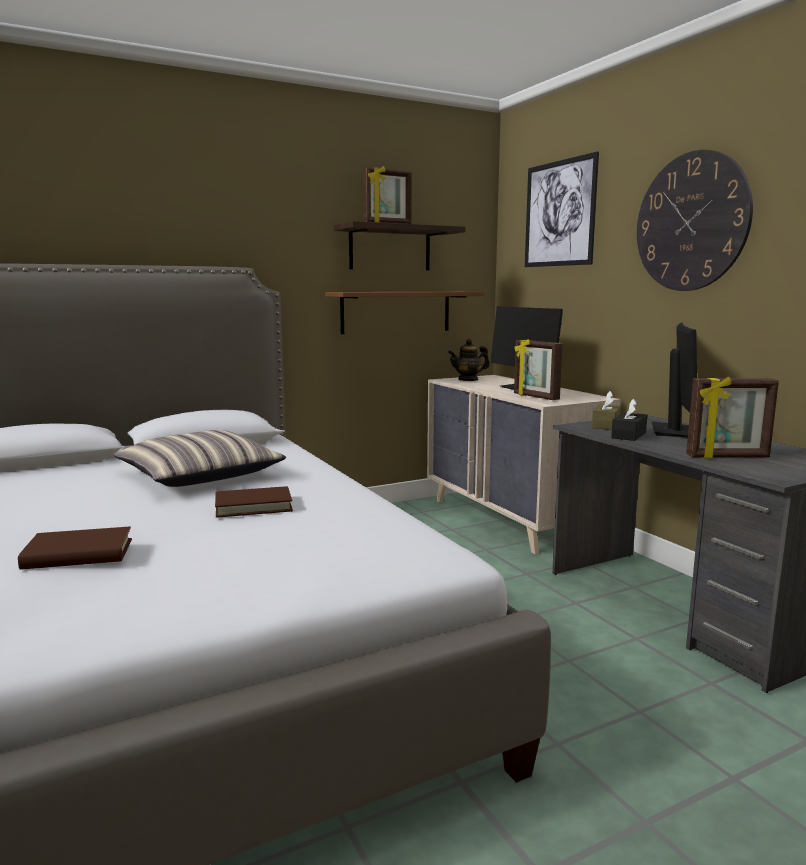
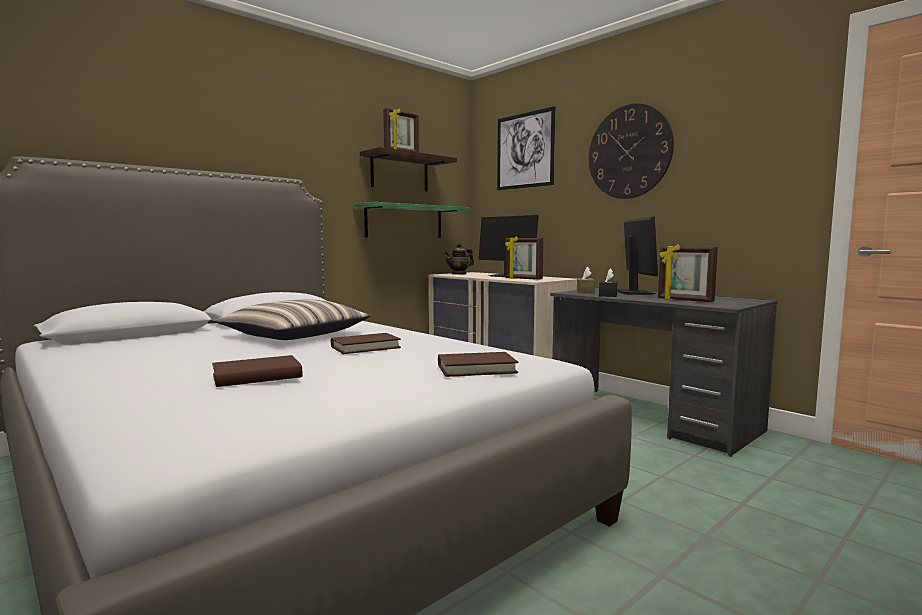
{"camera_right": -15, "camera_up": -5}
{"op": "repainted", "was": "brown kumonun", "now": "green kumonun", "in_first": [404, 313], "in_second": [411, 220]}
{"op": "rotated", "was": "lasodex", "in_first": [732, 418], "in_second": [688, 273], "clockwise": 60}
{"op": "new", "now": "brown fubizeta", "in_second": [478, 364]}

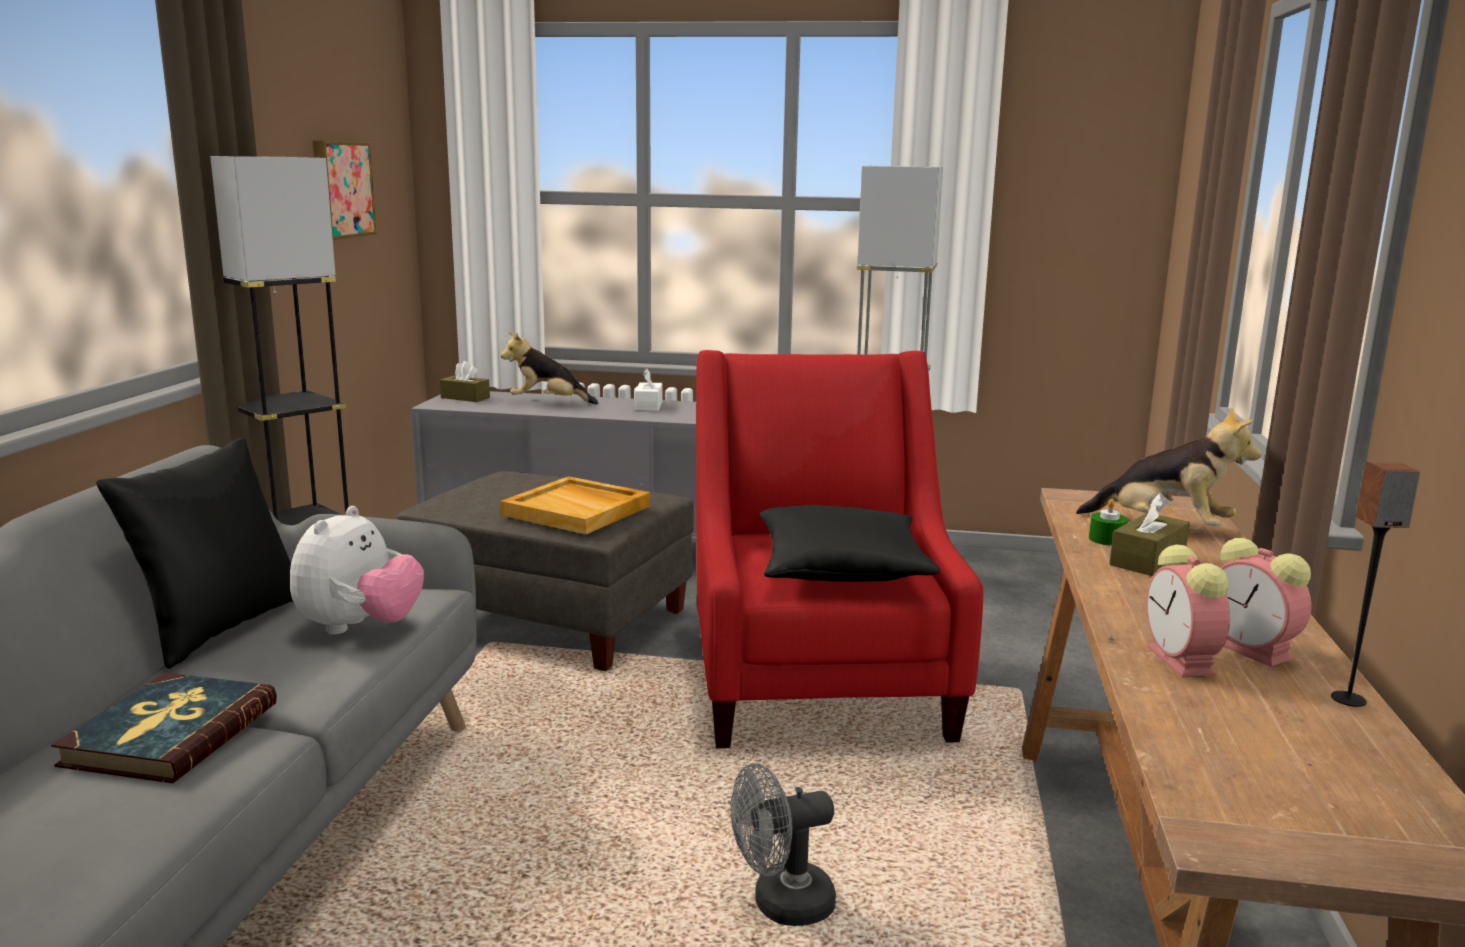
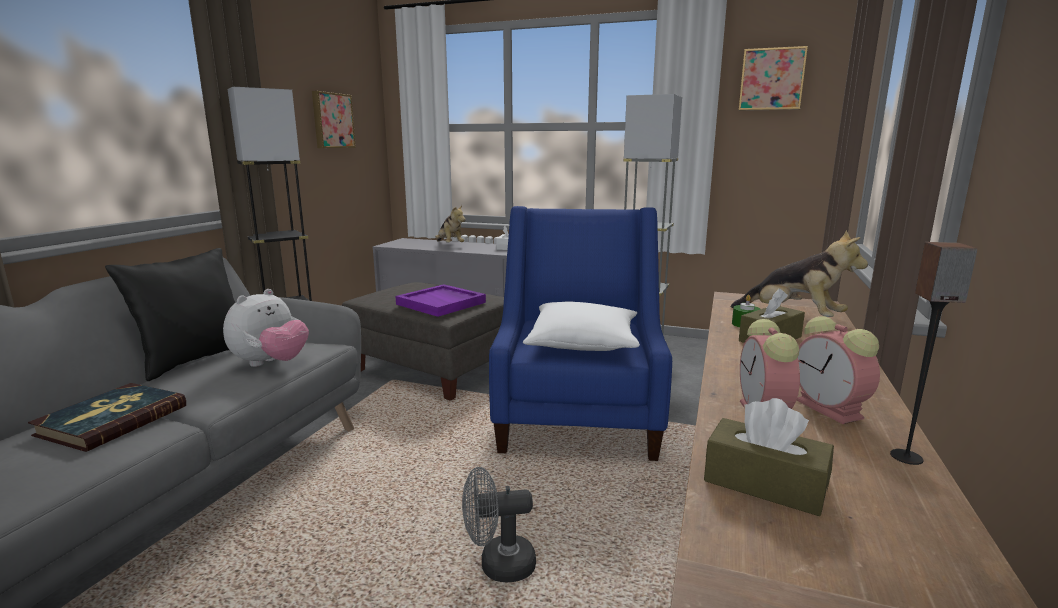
{"camera_right": 10, "camera_up": 0}
{"op": "shifted", "was": "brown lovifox", "in_first": [465, 381], "in_second": [769, 457]}
{"op": "repainted", "was": "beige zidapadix", "now": "purple zidapadix", "in_first": [575, 505], "in_second": [440, 300]}
{"op": "rotated", "was": "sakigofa", "in_first": [550, 368], "in_second": [450, 224], "clockwise": -135}
{"op": "repainted", "was": "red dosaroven", "now": "blue dosaroven", "in_first": [839, 549], "in_second": [580, 333]}
{"op": "repainted", "was": "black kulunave", "now": "white kulunave", "in_first": [849, 543], "in_second": [581, 326]}
{"op": "new", "now": "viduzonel", "in_second": [773, 78]}

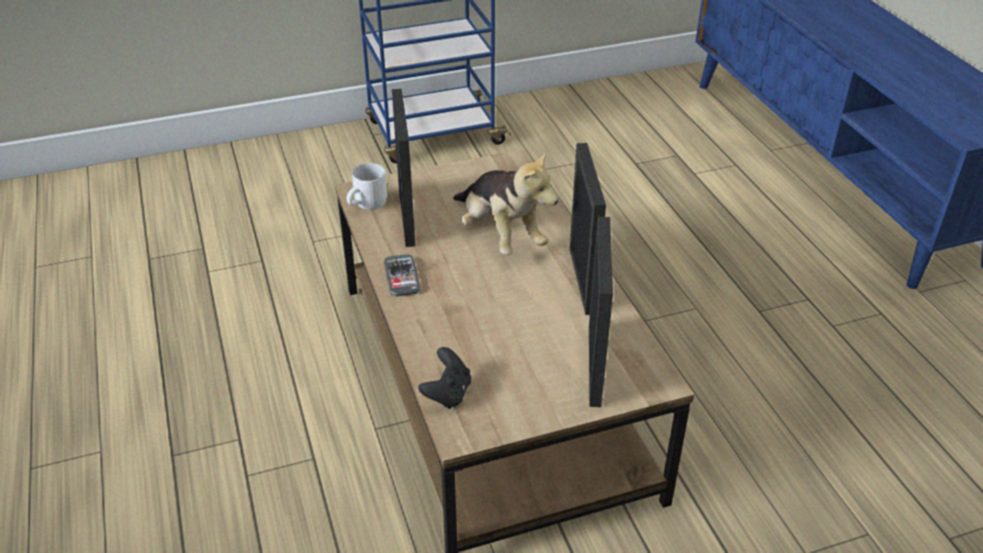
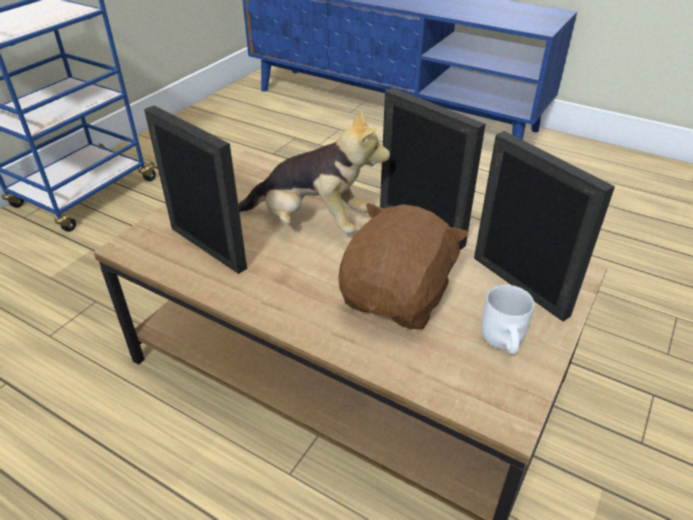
{"camera_right": -40, "camera_up": 0}
{"op": "shifted", "was": "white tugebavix", "in_first": [367, 186], "in_second": [508, 319]}
{"op": "gone", "was": "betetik", "in_first": [402, 275]}
{"op": "gone", "was": "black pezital", "in_first": [444, 378]}
{"op": "new", "now": "brown sakigofa", "in_second": [403, 266]}

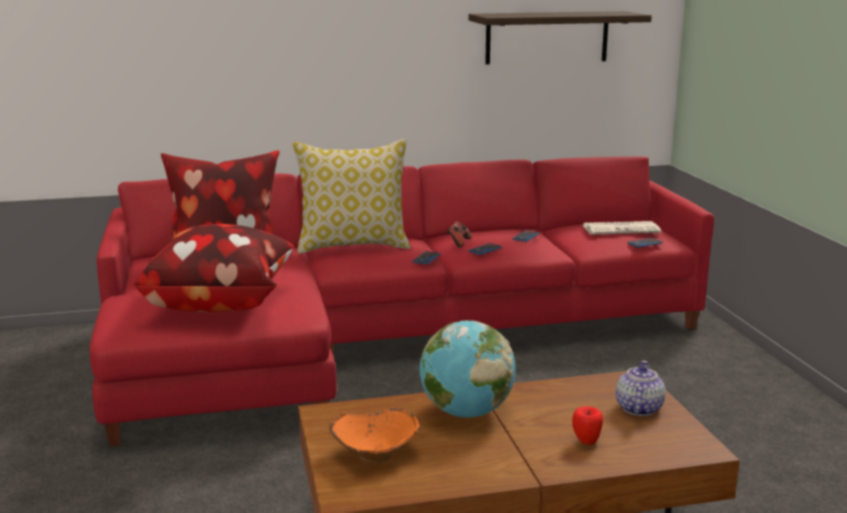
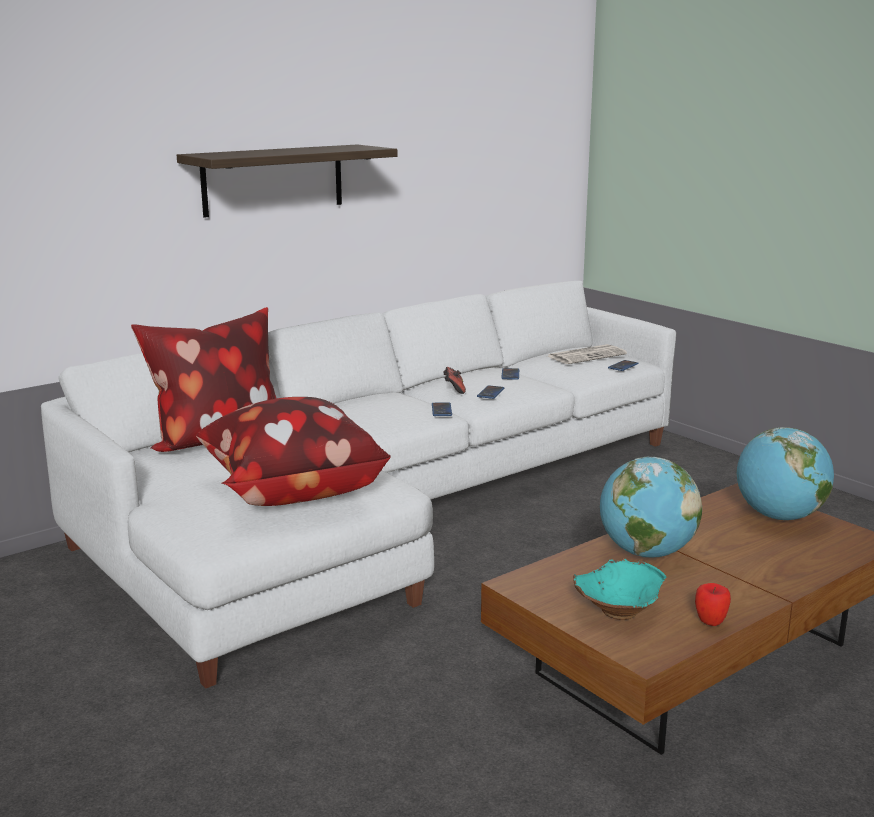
{"camera_right": -25, "camera_up": 0}
{"op": "repainted", "was": "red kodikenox", "now": "white kodikenox", "in_first": [402, 301], "in_second": [358, 484]}
{"op": "gone", "was": "kulunave", "in_first": [352, 196]}
{"op": "repainted", "was": "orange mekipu", "now": "turquoise mekipu", "in_first": [374, 435], "in_second": [620, 589]}
{"op": "shifted", "was": "kumonun", "in_first": [560, 38], "in_second": [287, 181]}
{"op": "shifted", "was": "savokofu", "in_first": [587, 425], "in_second": [713, 604]}
{"op": "swapped", "was": "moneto", "now": "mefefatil", "in_first": [641, 388], "in_second": [785, 473]}

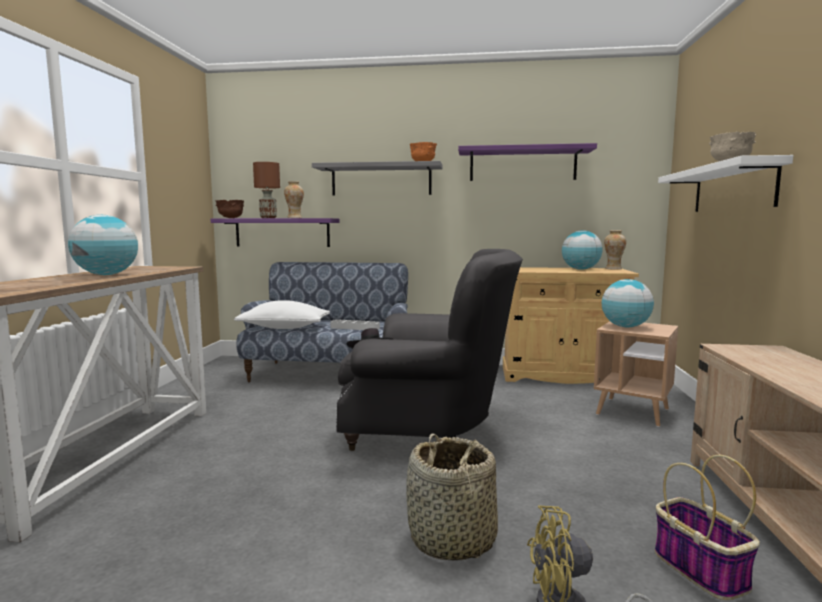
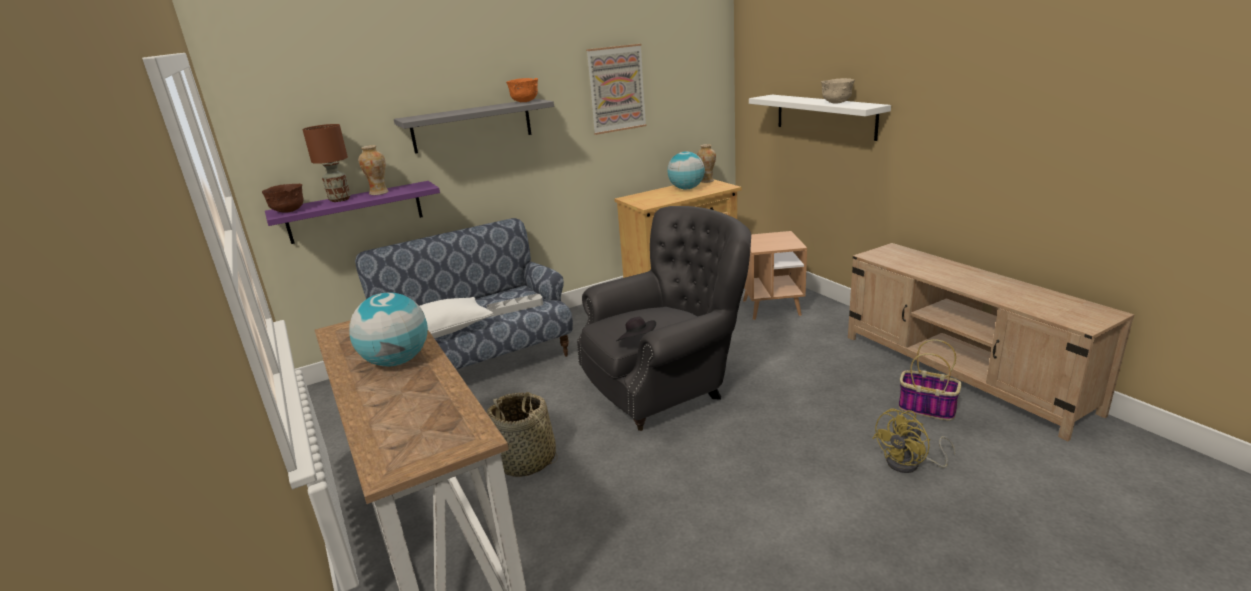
{"camera_right": -35, "camera_up": 15}
{"op": "shifted", "was": "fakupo", "in_first": [452, 497], "in_second": [522, 434]}
{"op": "swapped", "was": "purple kumonun", "now": "viduzonel", "in_first": [527, 162], "in_second": [616, 89]}
{"op": "gone", "was": "mefefatil", "in_first": [628, 303]}

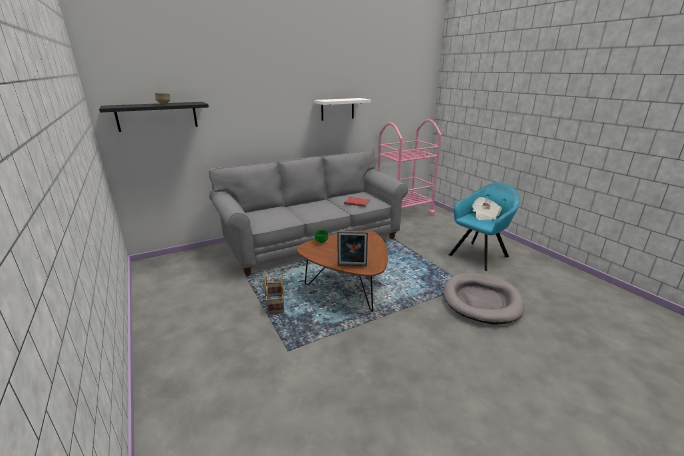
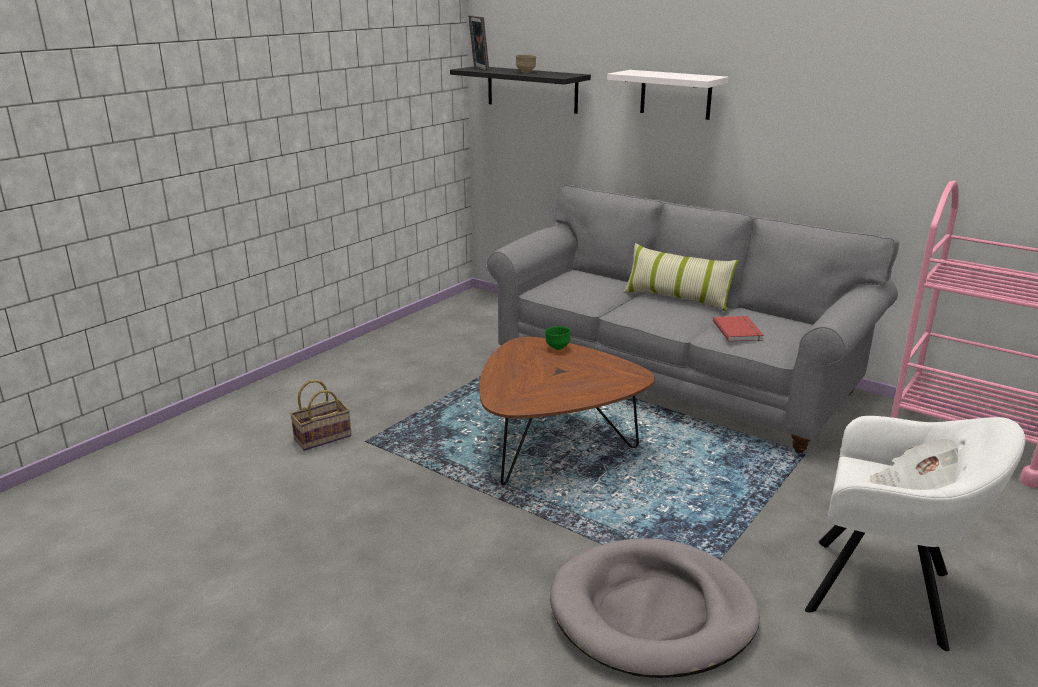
{"camera_right": 65, "camera_up": 0}
{"op": "shifted", "was": "fakupo", "in_first": [274, 294], "in_second": [321, 415]}
{"op": "shifted", "was": "white kumonun", "in_first": [342, 109], "in_second": [667, 95]}
{"op": "shifted", "was": "lasodex", "in_first": [352, 248], "in_second": [478, 43]}
{"op": "repainted", "was": "turquoise dosaroven", "now": "white dosaroven", "in_first": [484, 226], "in_second": [915, 533]}
{"op": "new", "now": "kulunave", "in_second": [681, 277]}

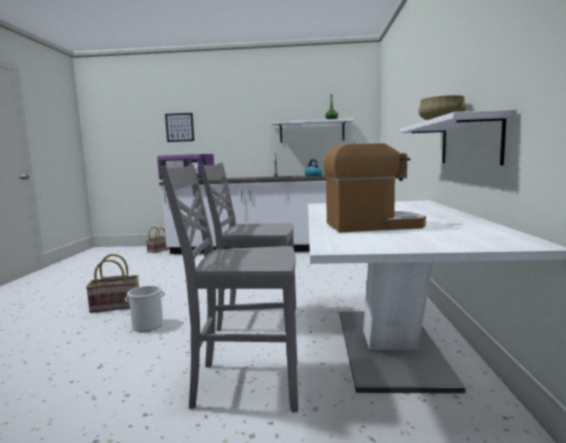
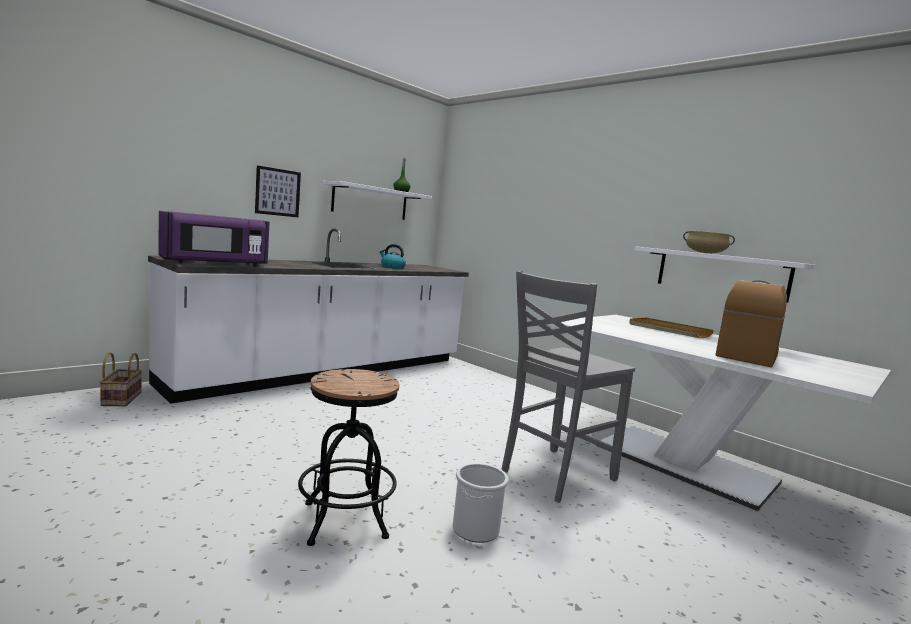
{"camera_right": -50, "camera_up": 0}
{"op": "swapped", "was": "fakupo", "now": "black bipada", "in_first": [112, 283], "in_second": [348, 457]}
{"op": "gone", "was": "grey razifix", "in_first": [229, 288]}
{"op": "shifted", "was": "viduzonel", "in_first": [179, 127], "in_second": [278, 191]}
{"op": "new", "now": "beige zidapadix", "in_second": [671, 327]}

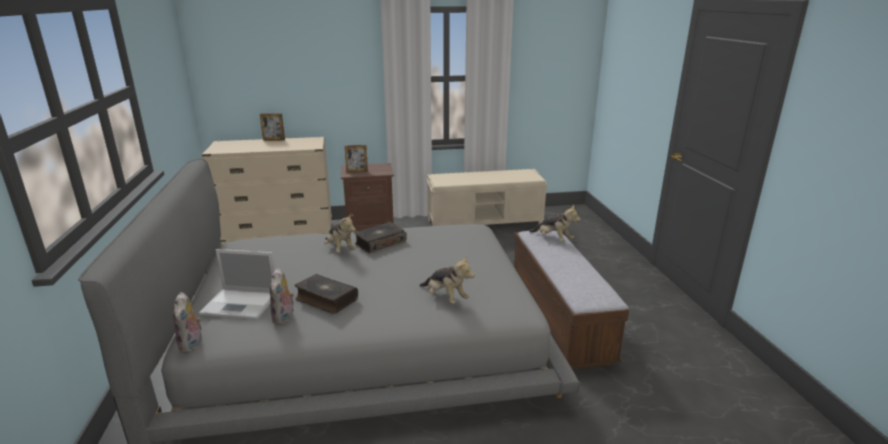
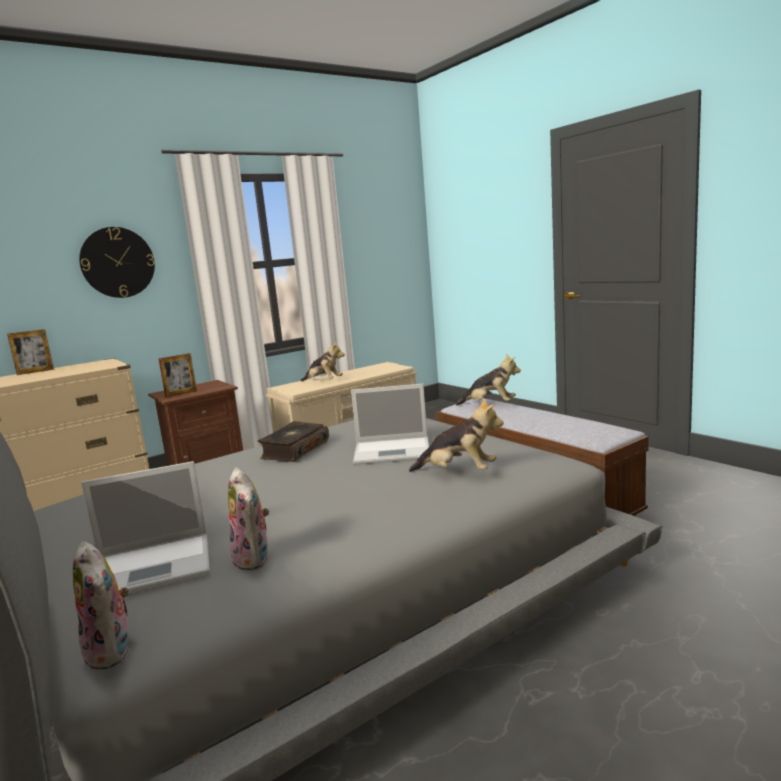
{"camera_right": -25, "camera_up": -10}
{"op": "gone", "was": "fubizeta", "in_first": [326, 294]}
{"op": "shifted", "was": "sakigofa", "in_first": [340, 233], "in_second": [323, 361]}
{"op": "new", "now": "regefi", "in_second": [117, 262]}
{"op": "new", "now": "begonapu", "in_second": [390, 424]}

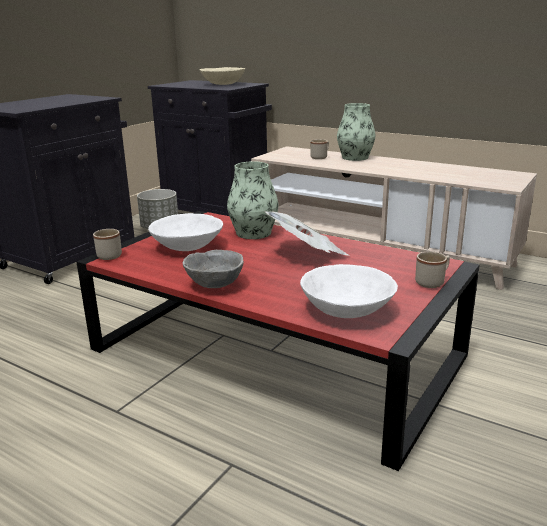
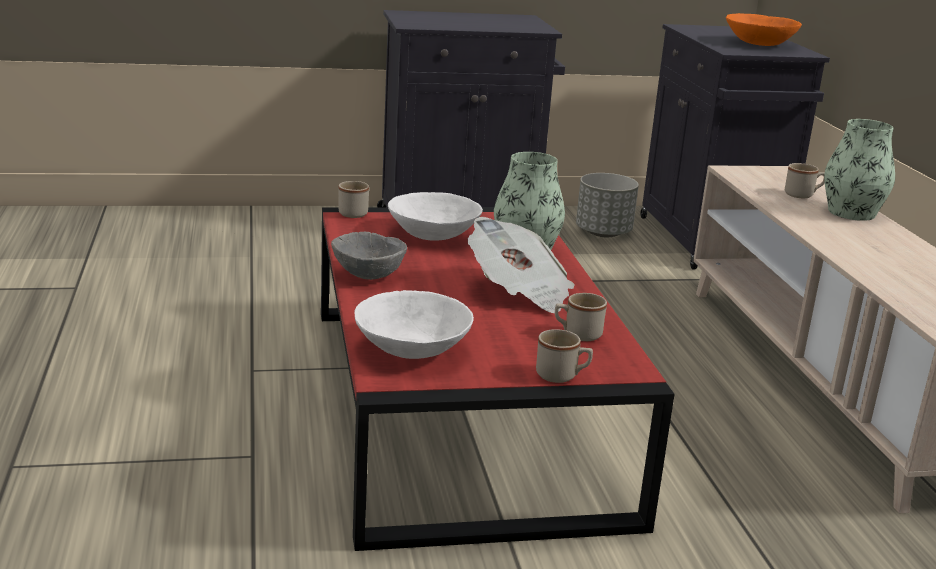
{"camera_right": 45, "camera_up": 0}
{"op": "repainted", "was": "beige mekipu", "now": "orange mekipu", "in_first": [222, 76], "in_second": [764, 29]}
{"op": "new", "now": "beige tugebavix", "in_second": [581, 317]}

